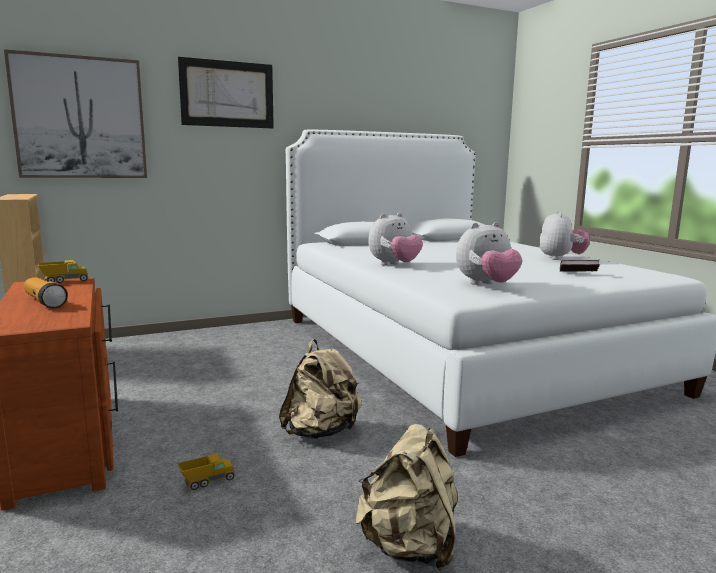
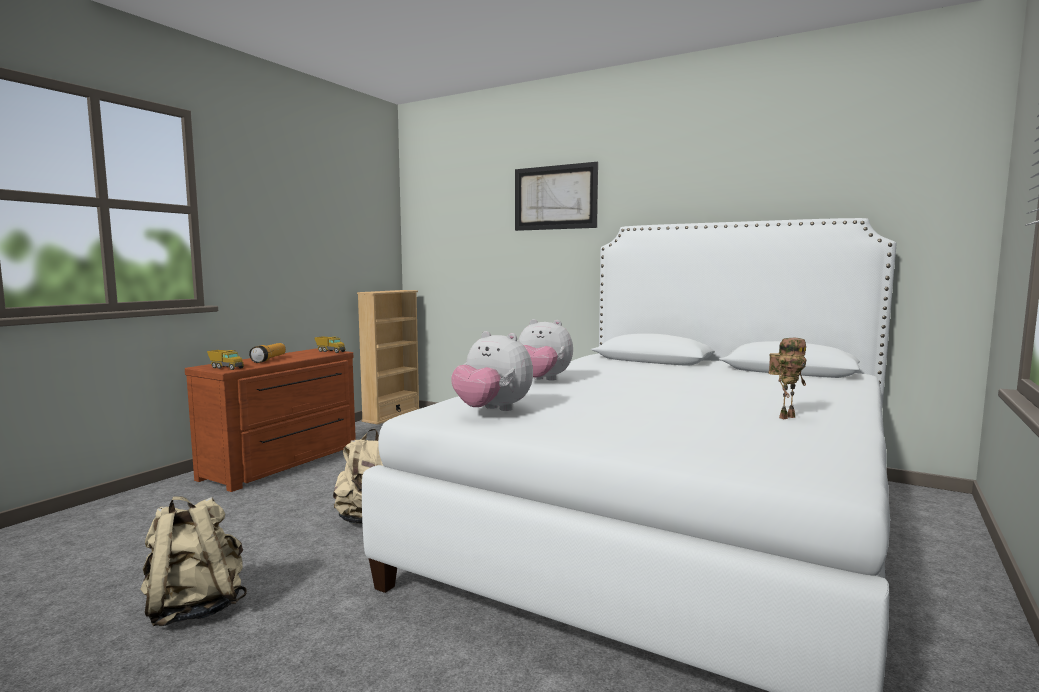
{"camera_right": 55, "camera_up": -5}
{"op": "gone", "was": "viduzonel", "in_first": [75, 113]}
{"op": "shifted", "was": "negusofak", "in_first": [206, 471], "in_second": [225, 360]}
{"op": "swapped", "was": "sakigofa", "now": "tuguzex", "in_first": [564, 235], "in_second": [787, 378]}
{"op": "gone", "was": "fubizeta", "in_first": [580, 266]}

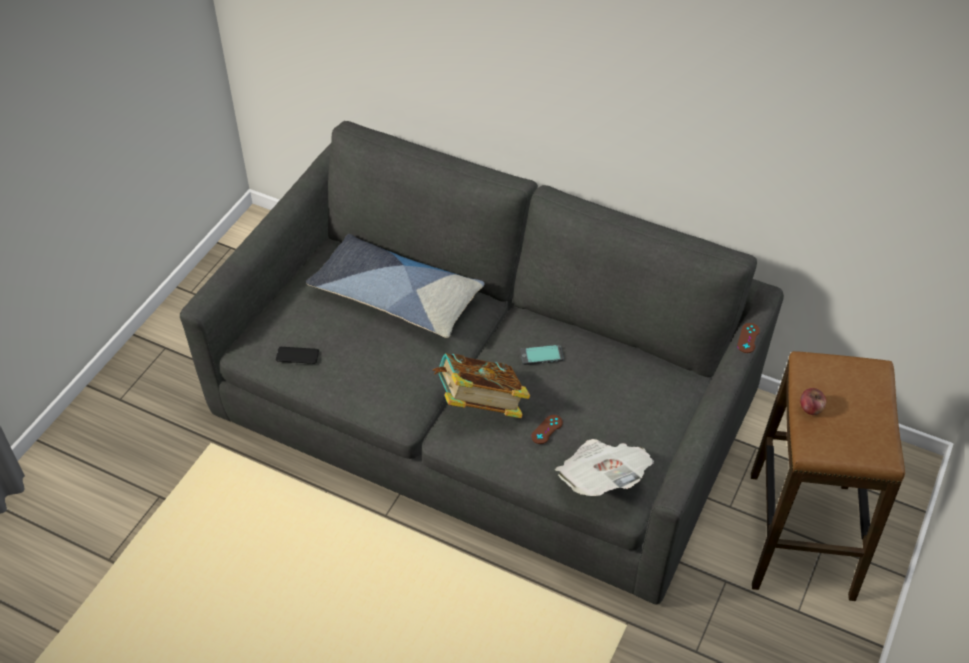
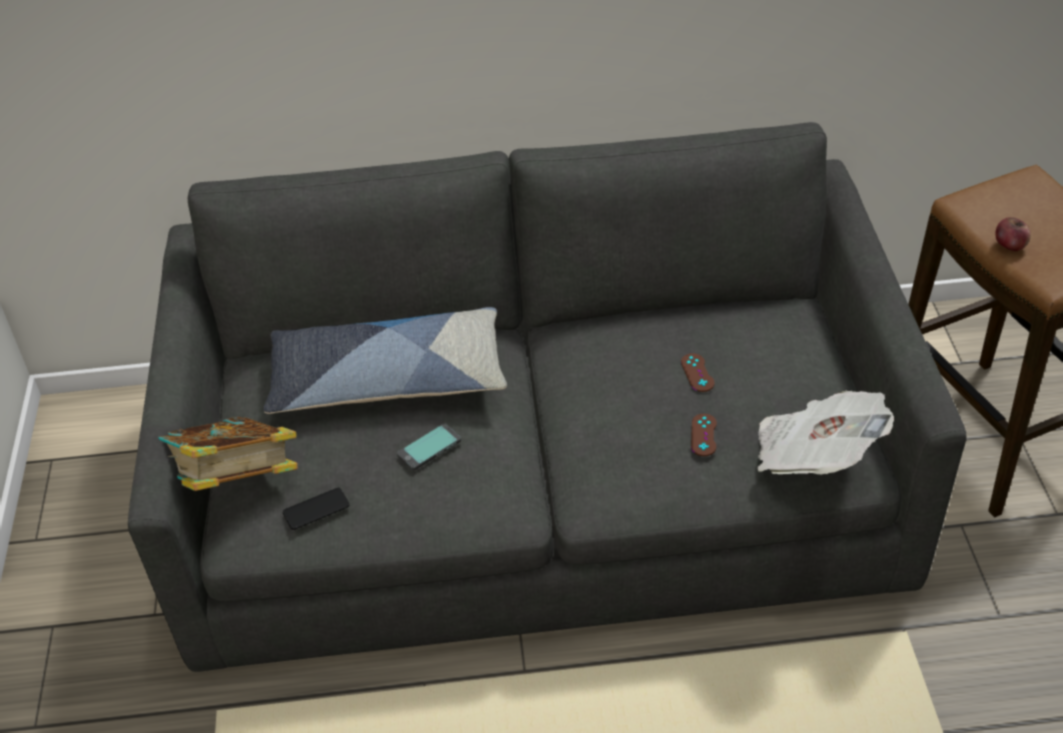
{"camera_right": -30, "camera_up": -5}
{"op": "shifted", "was": "fubizeta", "in_first": [481, 385], "in_second": [228, 454]}
{"op": "shifted", "was": "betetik", "in_first": [542, 355], "in_second": [429, 447]}
{"op": "shifted", "was": "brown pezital", "in_first": [748, 338], "in_second": [698, 372]}

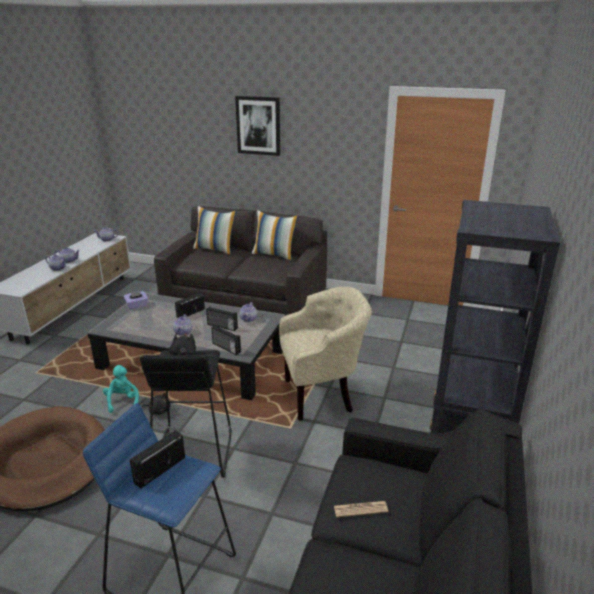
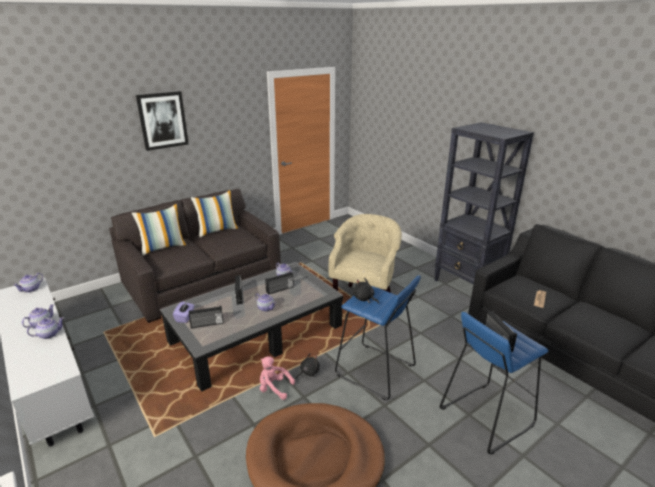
{"camera_right": -55, "camera_up": 0}
{"op": "repainted", "was": "turquoise sakigofa", "now": "pink sakigofa", "in_first": [121, 389], "in_second": [277, 378]}
{"op": "repainted", "was": "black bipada", "now": "blue bipada", "in_first": [186, 414], "in_second": [378, 337]}
{"op": "shifted", "was": "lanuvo", "in_first": [226, 340], "in_second": [206, 317]}

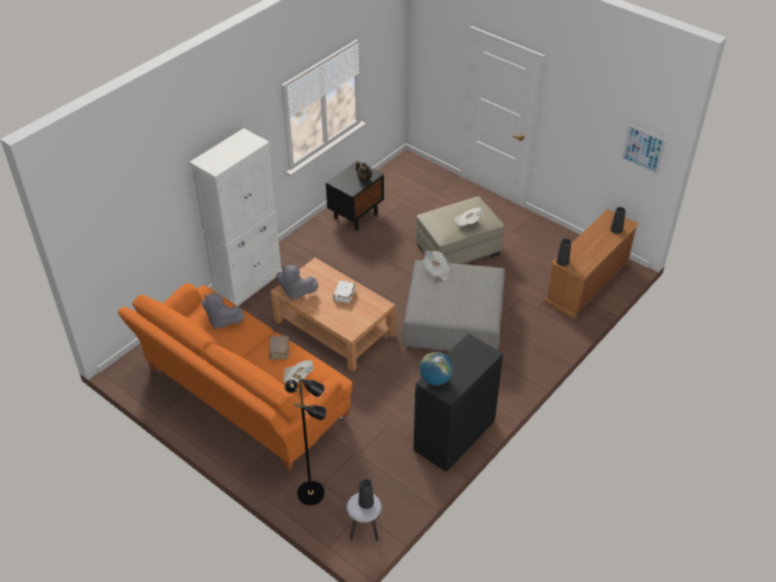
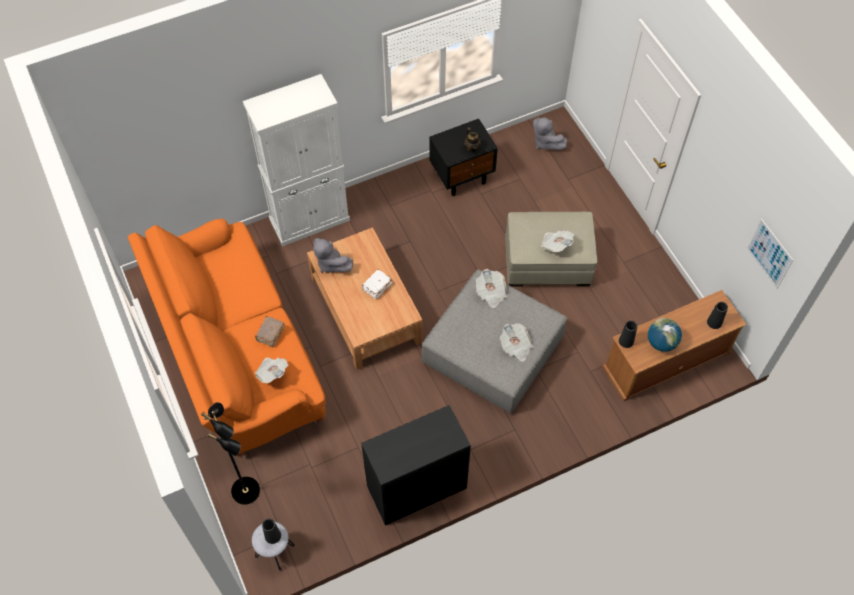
{"camera_right": 25, "camera_up": 15}
{"op": "shifted", "was": "grey sakigofa", "in_first": [223, 311], "in_second": [550, 133]}
{"op": "shifted", "was": "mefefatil", "in_first": [436, 369], "in_second": [665, 335]}
{"op": "new", "now": "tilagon", "in_second": [516, 342]}

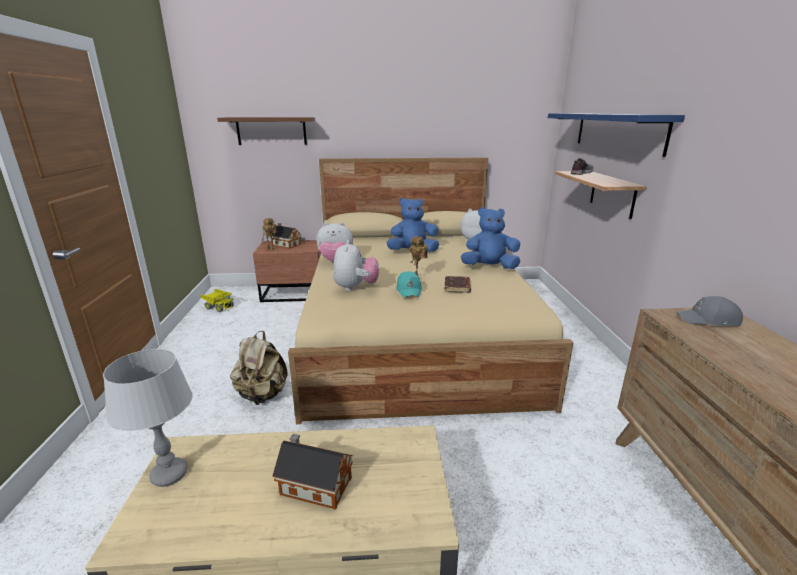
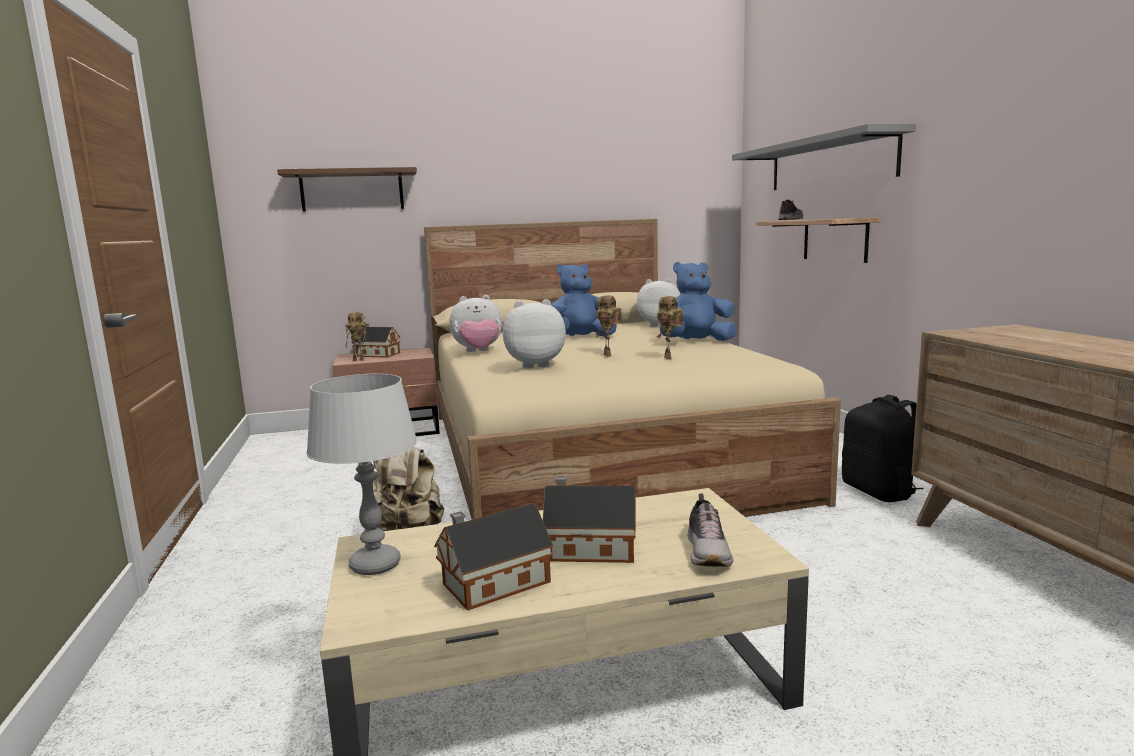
{"camera_right": -10, "camera_up": -10}
{"op": "gone", "was": "negusofak", "in_first": [217, 300]}
{"op": "rotated", "was": "sakigofa", "in_first": [356, 265], "in_second": [534, 333], "clockwise": -90}
{"op": "gone", "was": "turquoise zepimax", "in_first": [409, 284]}
{"op": "swapped", "was": "brown fubizeta", "now": "tuguzex", "in_first": [457, 284], "in_second": [670, 328]}
{"op": "repainted", "was": "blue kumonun", "now": "grey kumonun", "in_first": [616, 135], "in_second": [824, 156]}
{"op": "gone", "was": "grey zepimax", "in_first": [710, 311]}
{"op": "new", "now": "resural", "in_second": [494, 557]}
{"op": "new", "now": "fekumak", "in_second": [710, 530]}
{"op": "new", "now": "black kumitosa", "in_second": [883, 448]}

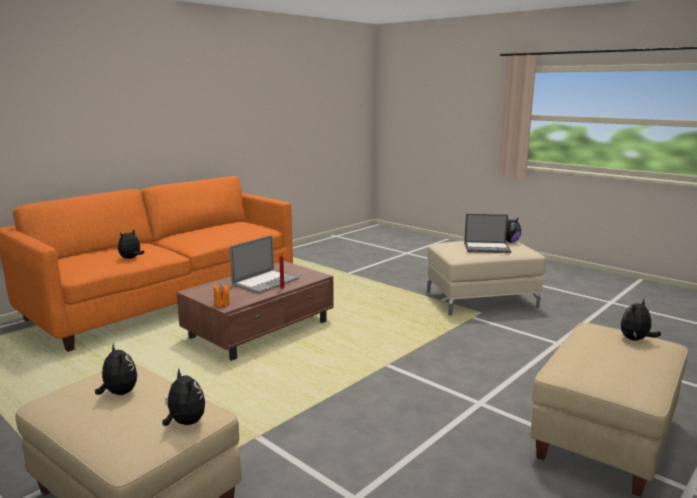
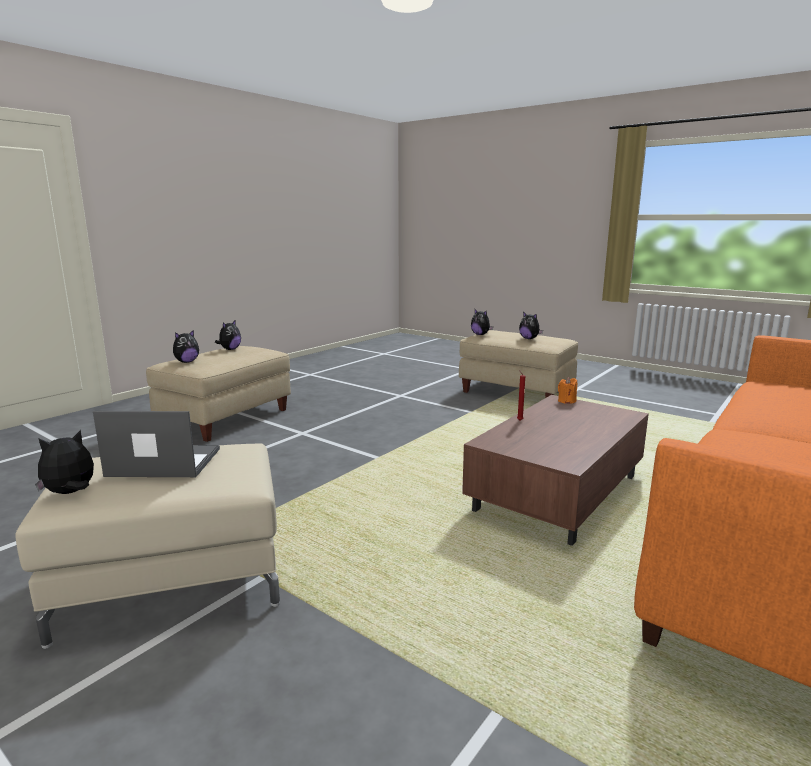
{"camera_right": 175, "camera_up": 0}
{"op": "shifted", "was": "sakigofa", "in_first": [131, 244], "in_second": [228, 335]}
{"op": "gone", "was": "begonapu", "in_first": [265, 264]}

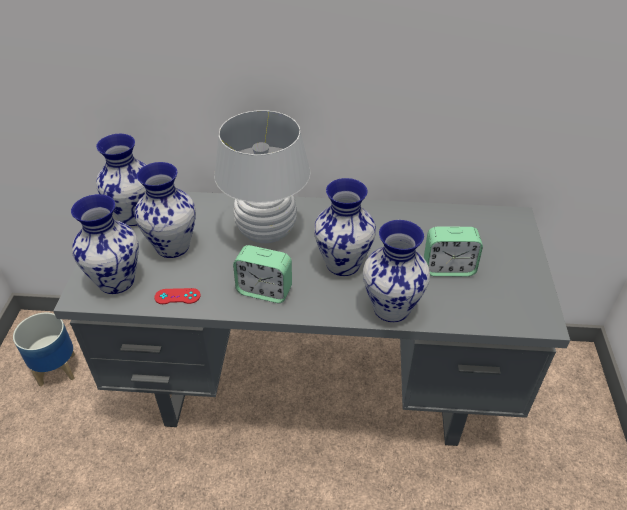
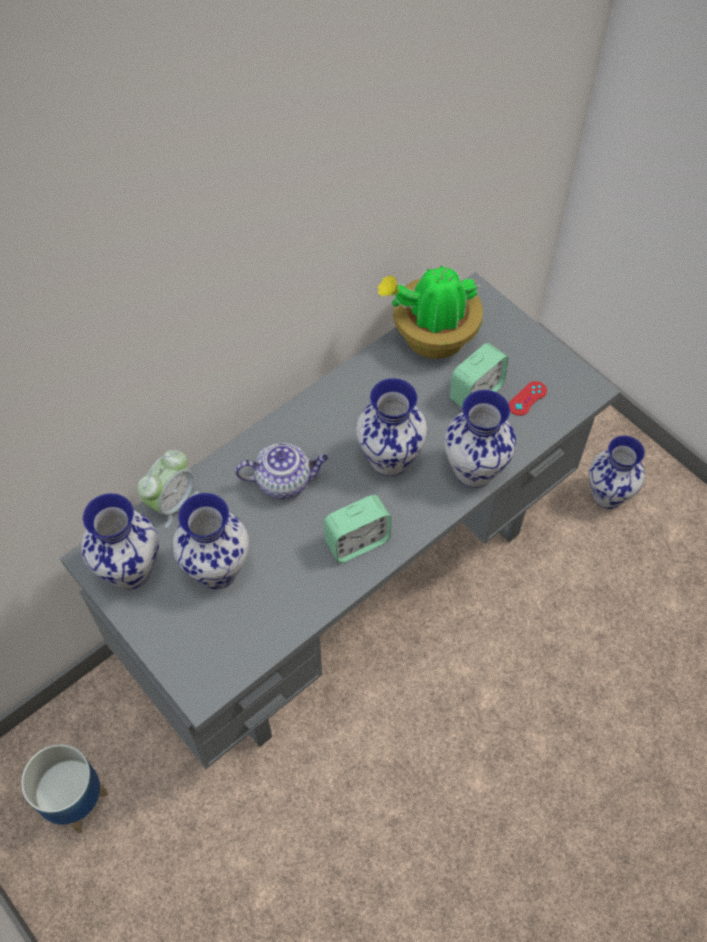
{"camera_right": -45, "camera_up": 15}
{"op": "shifted", "was": "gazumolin", "in_first": [105, 244], "in_second": [617, 472]}
{"op": "shifted", "was": "red pezital", "in_first": [177, 296], "in_second": [528, 398]}
{"op": "swapped", "was": "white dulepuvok", "now": "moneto", "in_first": [262, 176], "in_second": [282, 471]}
{"op": "new", "now": "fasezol", "in_second": [168, 489]}
{"op": "new", "now": "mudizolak", "in_second": [430, 311]}

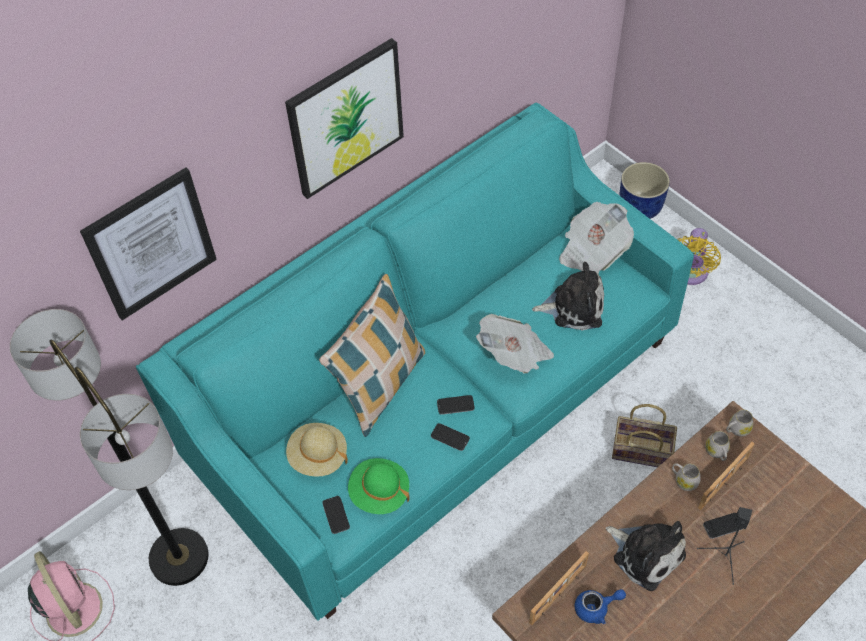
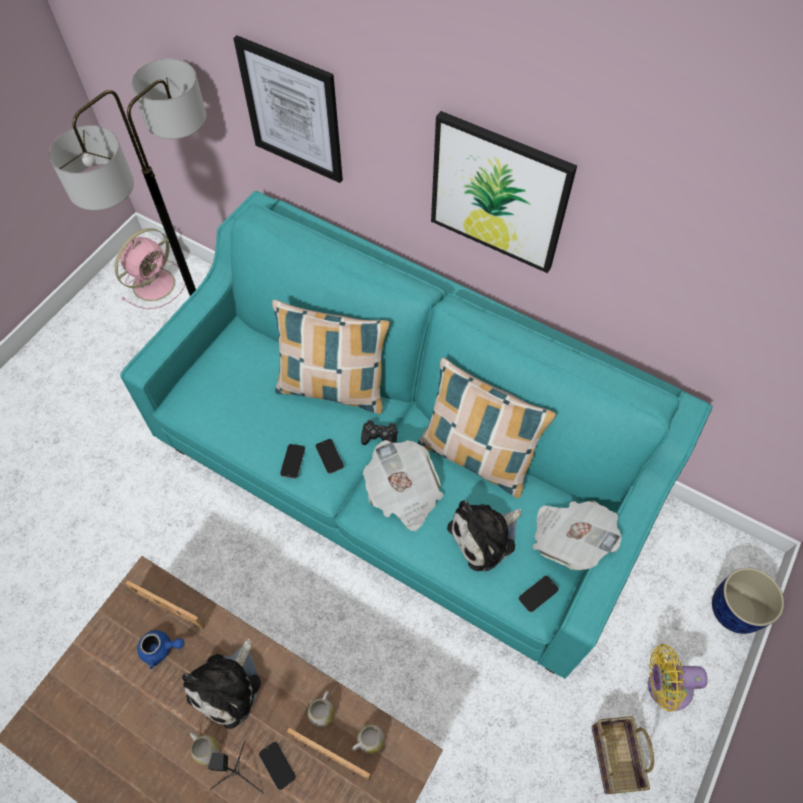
{"camera_right": 70, "camera_up": 5}
{"op": "gone", "was": "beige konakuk", "in_first": [317, 450]}
{"op": "shifted", "was": "betetik", "in_first": [336, 515], "in_second": [539, 594]}
{"op": "gone", "was": "green konakuk", "in_first": [379, 486]}
{"op": "rotated", "was": "sakigofa", "in_first": [568, 296], "in_second": [484, 535], "clockwise": 75}
{"op": "rotated", "was": "blue moneto", "in_first": [600, 606], "in_second": [161, 649], "clockwise": -60}
{"op": "shifted", "was": "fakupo", "in_first": [644, 435], "in_second": [623, 755]}
{"op": "shifted", "was": "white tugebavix", "in_first": [739, 423], "in_second": [204, 748]}
{"op": "new", "now": "black pezital", "in_second": [379, 432]}
{"op": "new", "now": "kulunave", "in_second": [487, 428]}

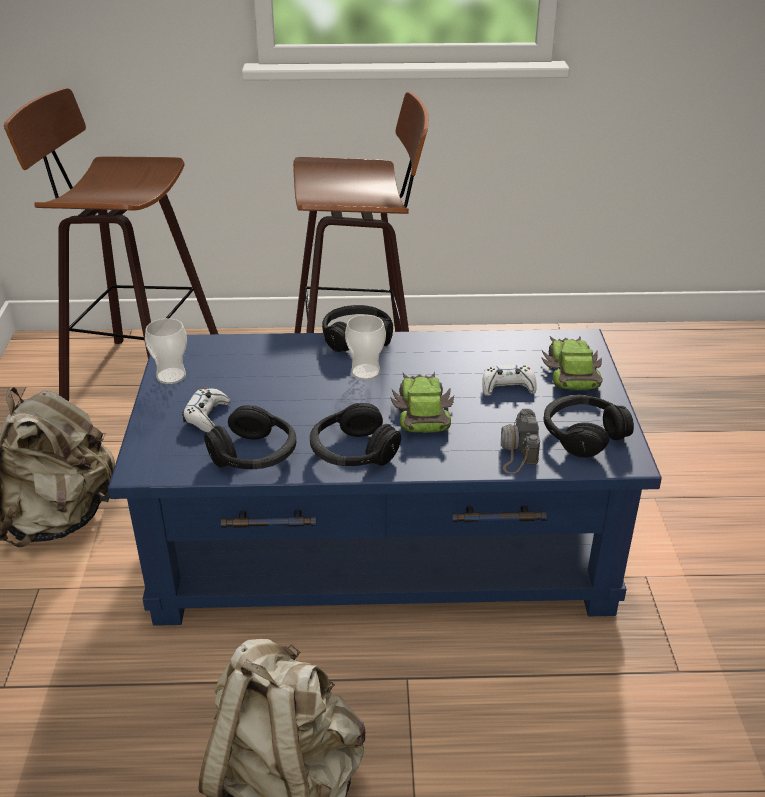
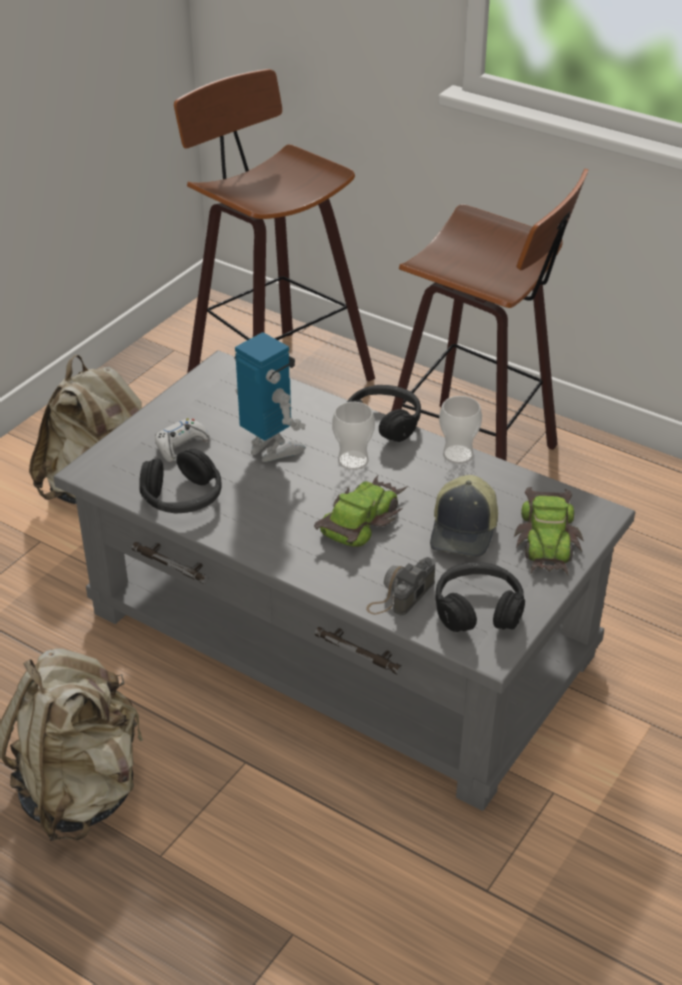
{"camera_right": 35, "camera_up": 5}
{"op": "repainted", "was": "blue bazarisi", "now": "grey bazarisi", "in_first": [385, 477], "in_second": [344, 580]}
{"op": "shifted", "was": "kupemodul", "in_first": [166, 351], "in_second": [460, 430]}
{"op": "gone", "was": "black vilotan", "in_first": [355, 434]}
{"op": "swapped", "was": "white pezital", "now": "zepimax", "in_first": [509, 380], "in_second": [464, 516]}
{"op": "rotated", "was": "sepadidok", "in_first": [572, 363], "in_second": [549, 531], "clockwise": 150}
{"op": "new", "now": "tuguzex", "in_second": [270, 397]}

